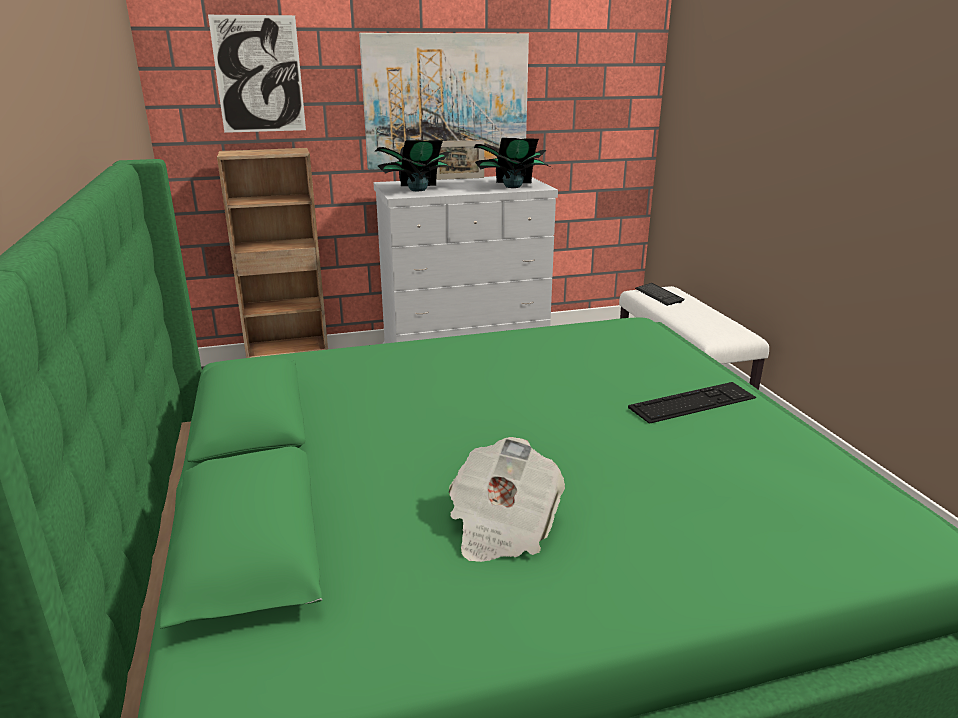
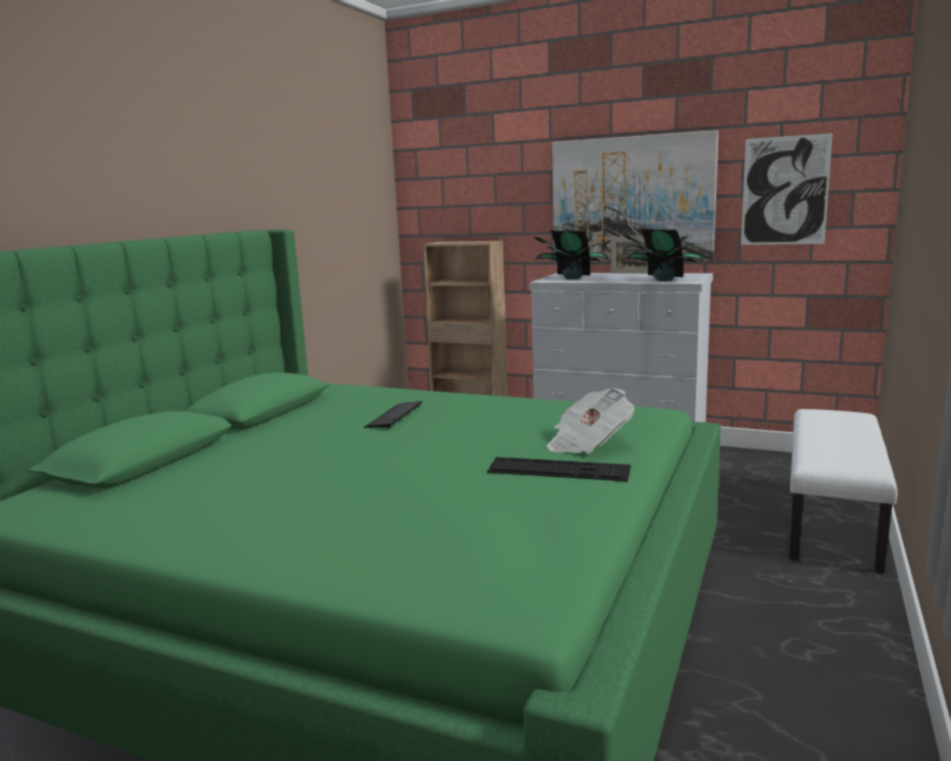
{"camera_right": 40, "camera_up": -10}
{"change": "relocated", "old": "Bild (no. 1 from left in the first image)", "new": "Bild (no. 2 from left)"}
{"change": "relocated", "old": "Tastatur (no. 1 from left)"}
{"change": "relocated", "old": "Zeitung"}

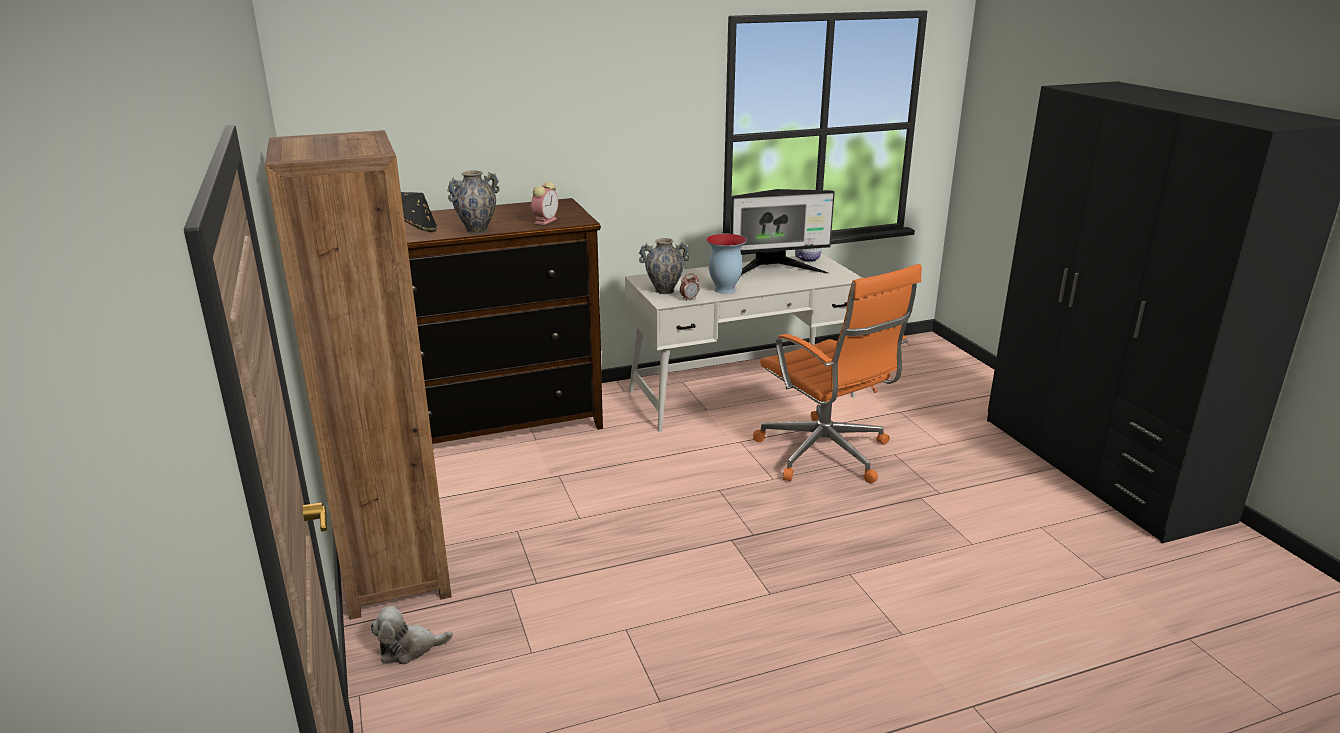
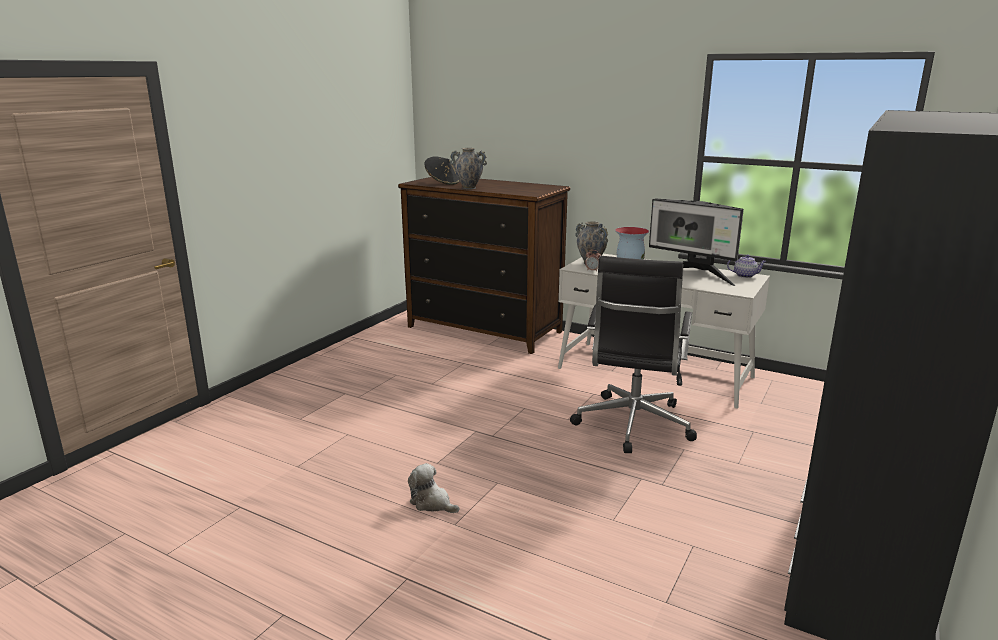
{"camera_right": 50, "camera_up": -5}
{"change": "missing", "old": "Bücherregal (braun)"}
{"change": "missing", "old": "Wecker (no. 1 from left)"}
{"change": "colour", "old": "Bürostuhl (orange)", "new": "Bürostuhl (schwarz)"}
{"change": "relocated", "old": "Plüschtier"}

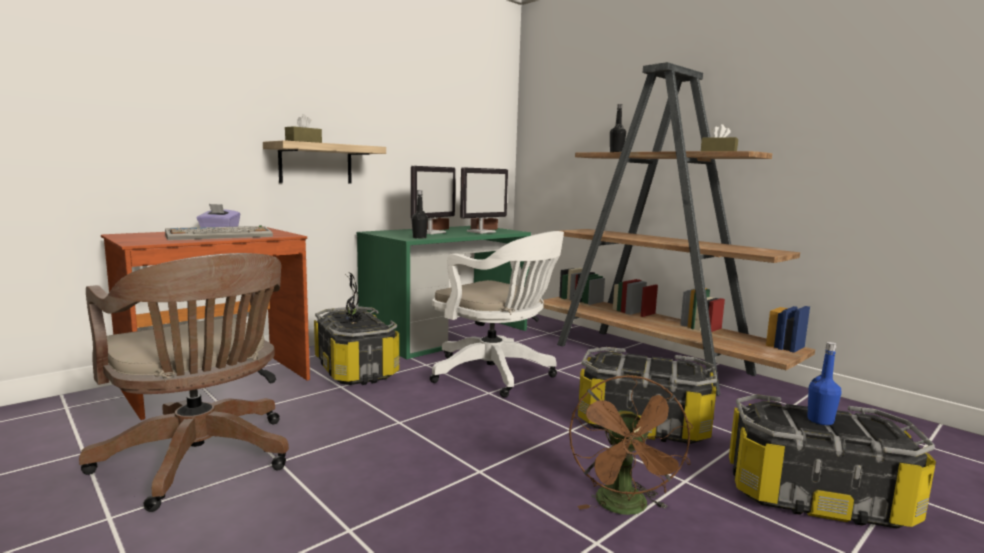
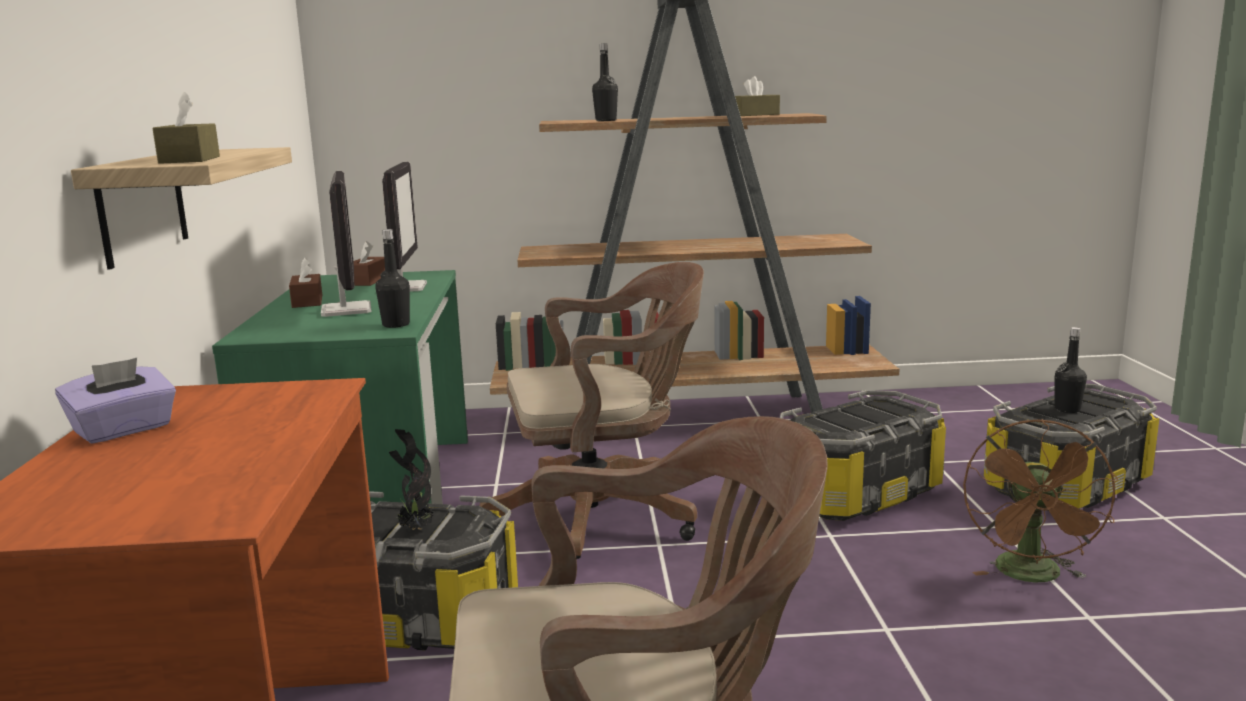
{"camera_right": -50, "camera_up": 5}
{"change": "missing", "old": "Tastatur"}
{"change": "colour", "old": "Bürostuhl (weiß)", "new": "Bürostuhl (braun) (no. 1 from left)"}
{"change": "colour", "old": "Flasche (blau)", "new": "Flasche (schwarz) (no. 3 from left)"}
{"change": "spun", "old": "Ventilator (braun)", "degrees": 60}

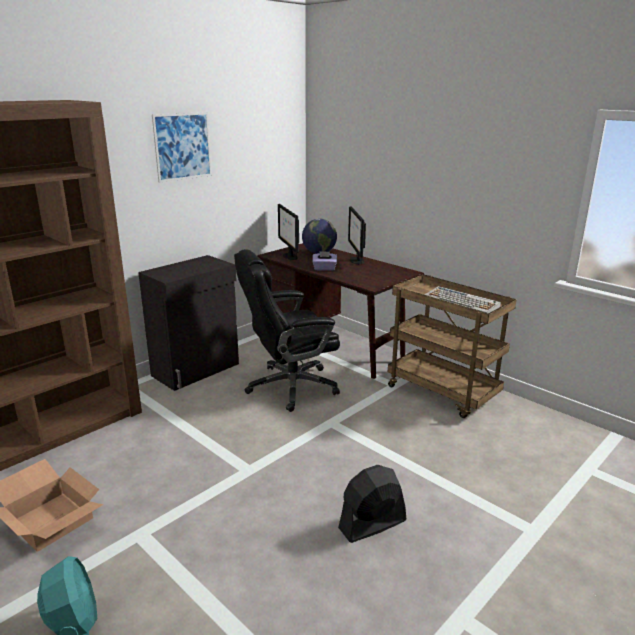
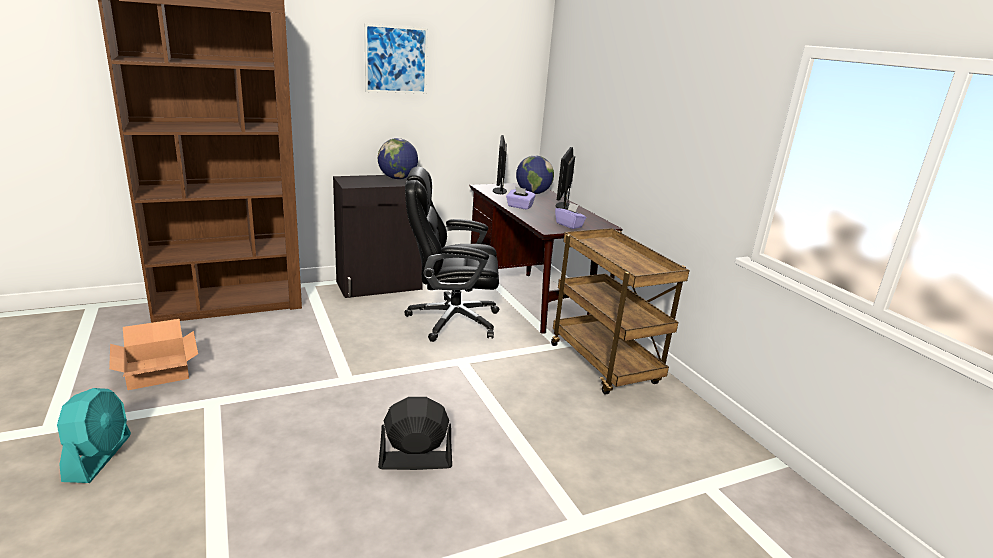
{"camera_right": 20, "camera_up": 0}
{"change": "missing", "old": "Tastatur"}
{"change": "appeared", "new": "Globus (no. 1 from left)"}
{"change": "appeared", "new": "Taschentuchbox (lila) (no. 2 from left)"}

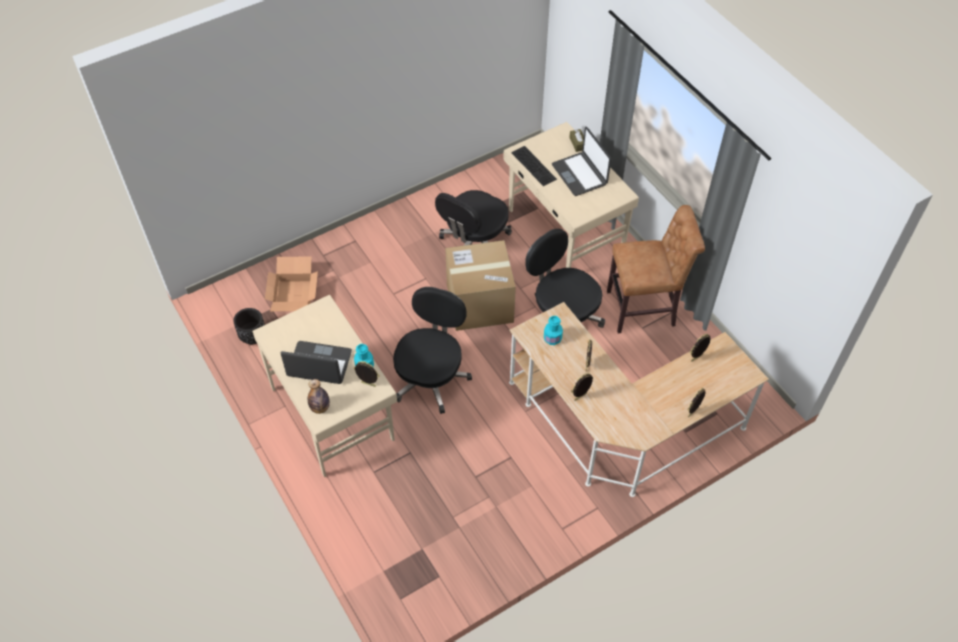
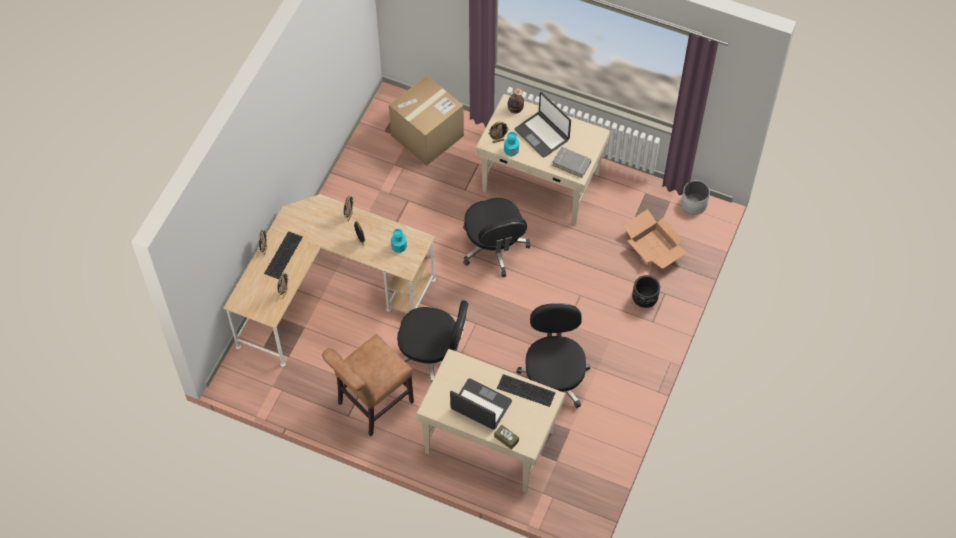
{"camera_right": 145, "camera_up": 5}
{"change": "relocated", "old": "Karton (no. 2 from left in the first image)", "new": "Karton (no. 1 from left)"}
{"change": "relocated", "old": "Pflanzkübel (schwarz)"}
{"change": "spun", "old": "Laptop (no. 1 from left in the first image)", "degrees": 75}
{"change": "appeared", "new": "Buch (grau)"}
{"change": "appeared", "new": "Pflanzkübel (weiß)"}
{"change": "appeared", "new": "Tastatur (no. 1 from left)"}

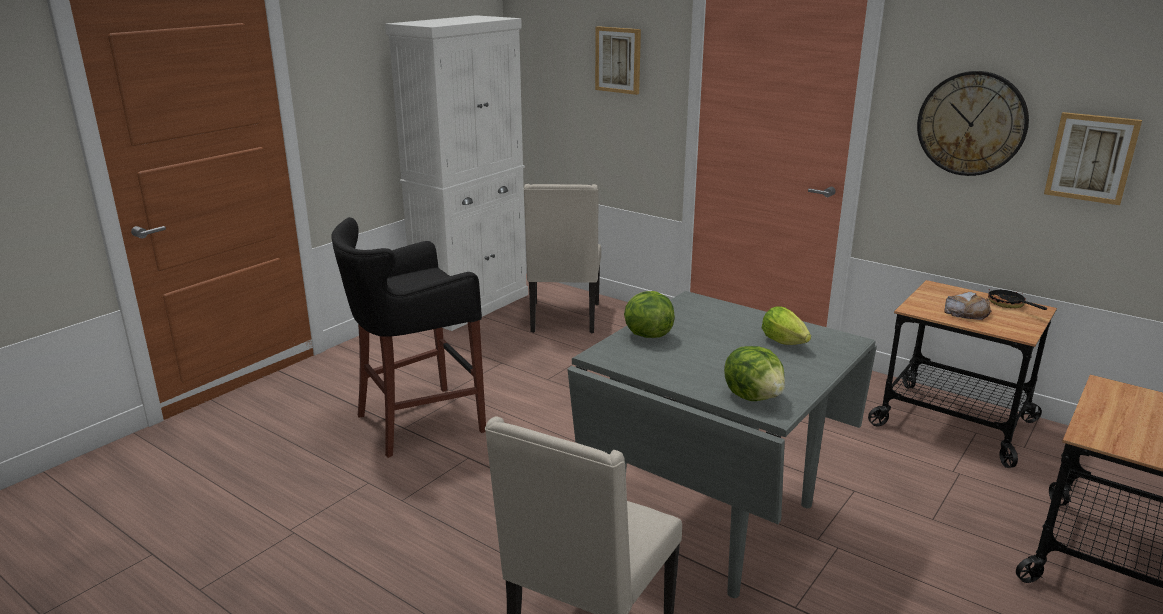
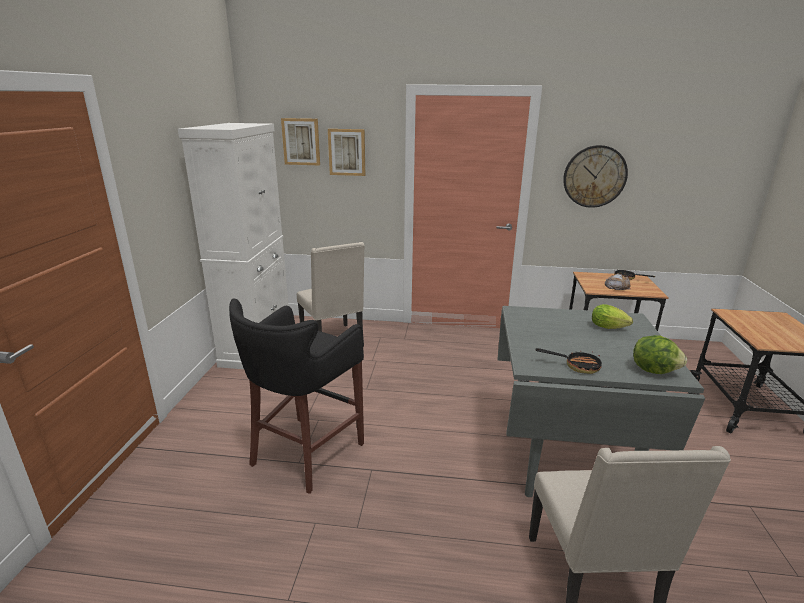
{"camera_right": -30, "camera_up": 0}
{"change": "relocated", "old": "Bild (no. 2 from left in the first image)", "new": "Bild (no. 1 from left)"}
{"change": "missing", "old": "Salatkopf (no. 1 from left)"}
{"change": "appeared", "new": "Pfanne (no. 1 from left)"}

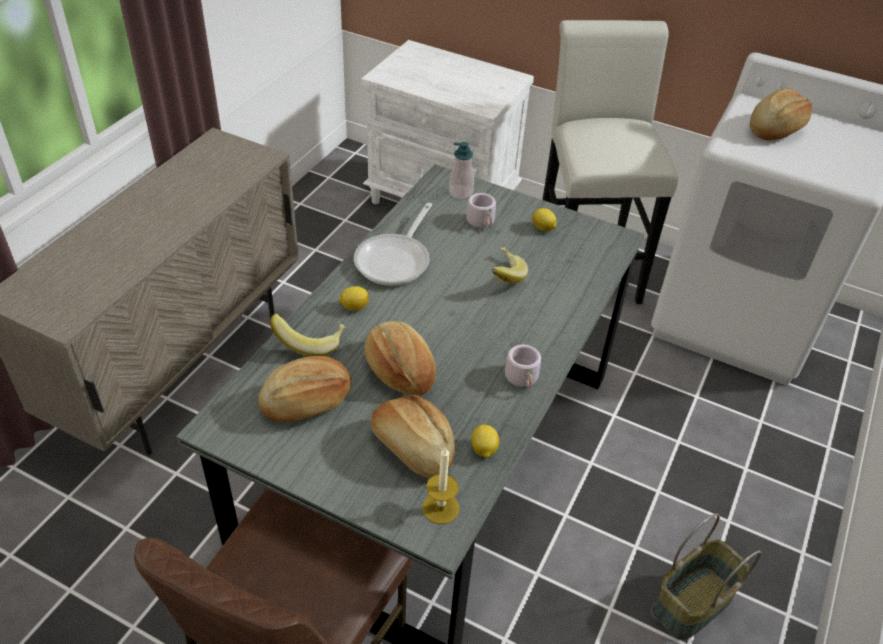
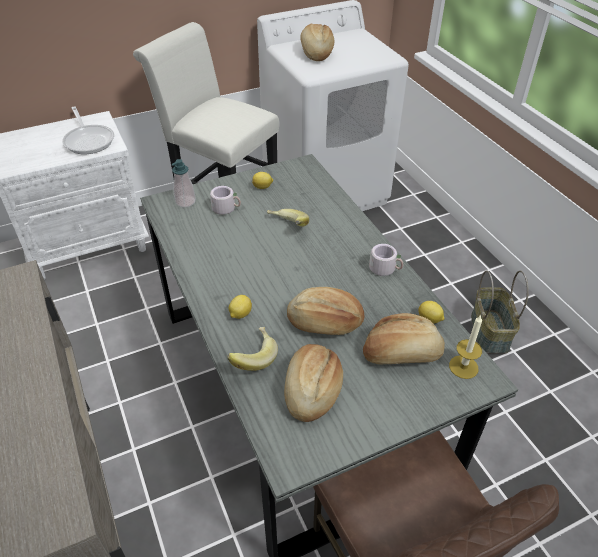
{"camera_right": -50, "camera_up": 0}
{"change": "relocated", "old": "Pfanne"}

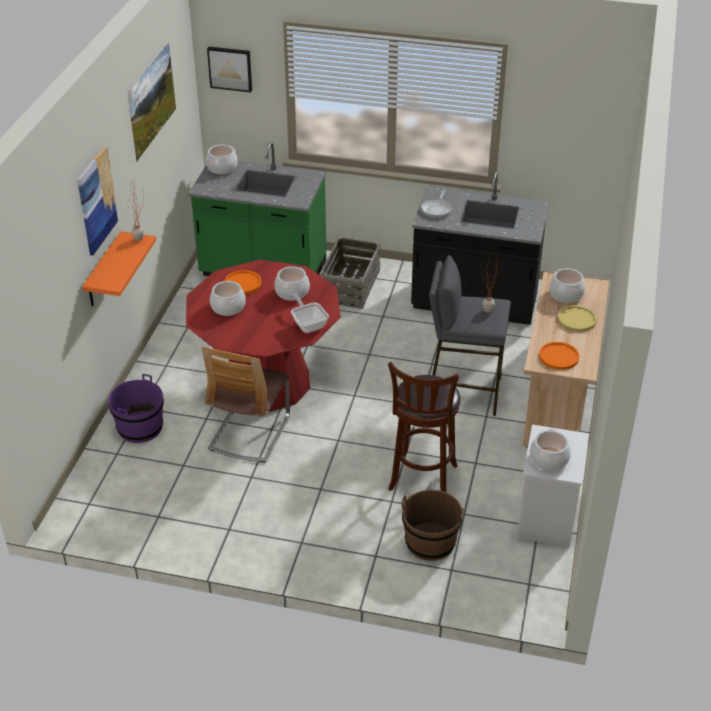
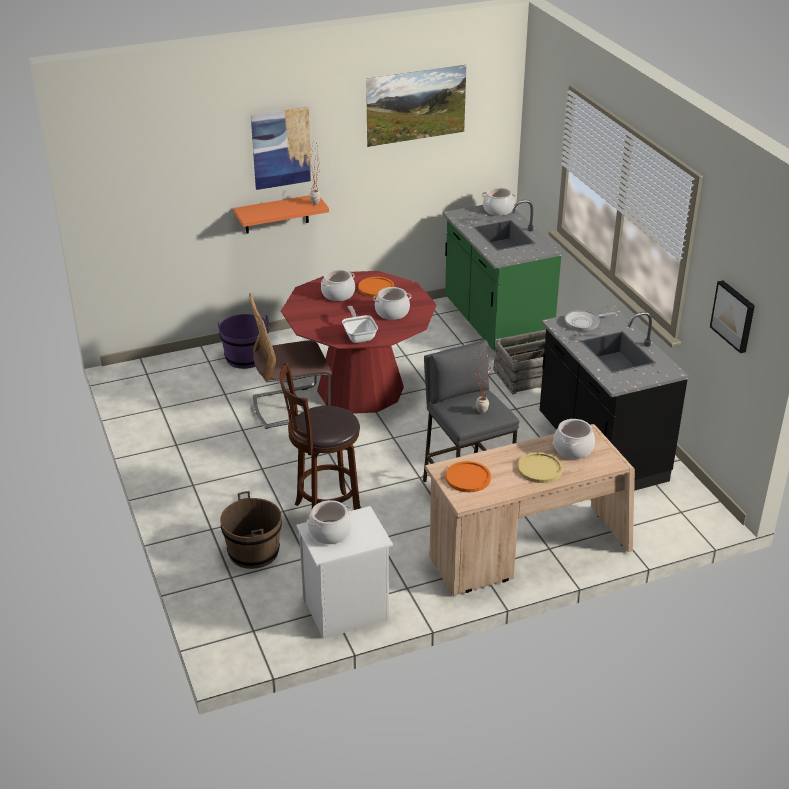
{"camera_right": 55, "camera_up": -5}
{"change": "relocated", "old": "Bild (no. 3 from left)"}
{"change": "spun", "old": "Pfanne (no. 1 from left)", "degrees": -45}

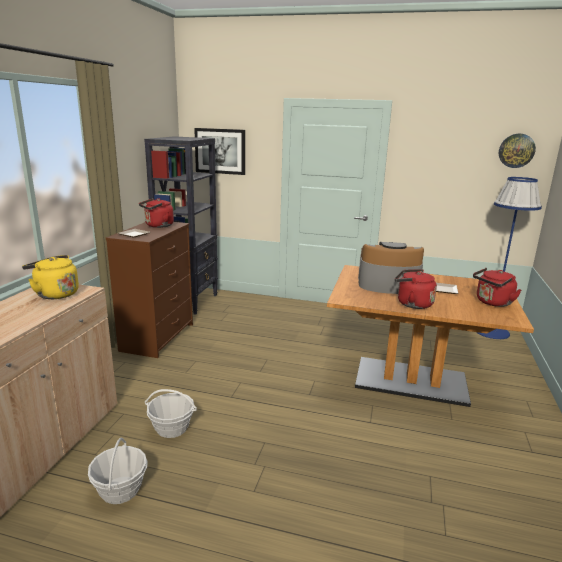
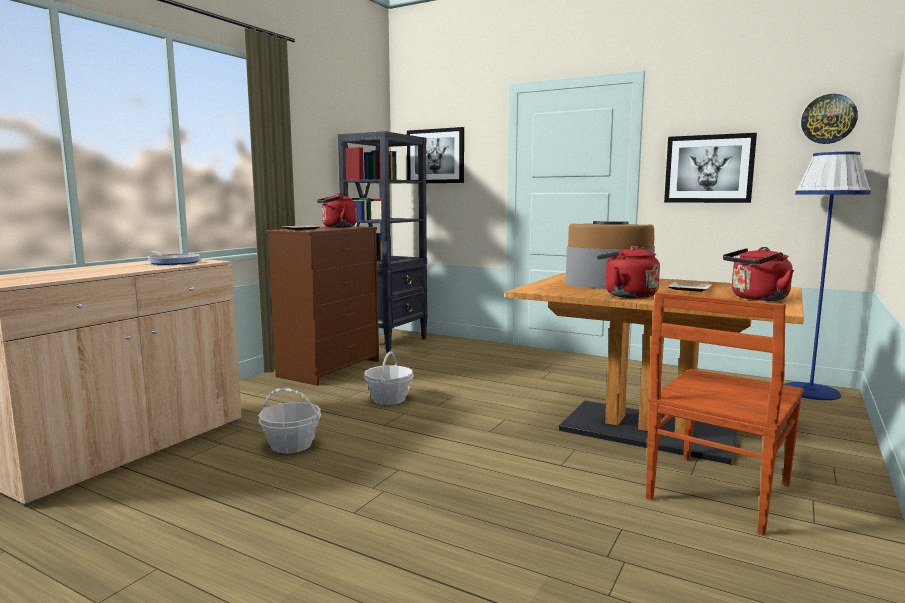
{"camera_right": 15, "camera_up": -10}
{"change": "exchanged", "old": "Wasserkessel (gelb)", "new": "Pfanne"}
{"change": "relocated", "old": "Korb (no. 1 from left in the first image)", "new": "Korb (no. 2 from left)"}
{"change": "appeared", "new": "Bild (no. 2 from left)"}
{"change": "appeared", "new": "Stuhl (braun)"}

